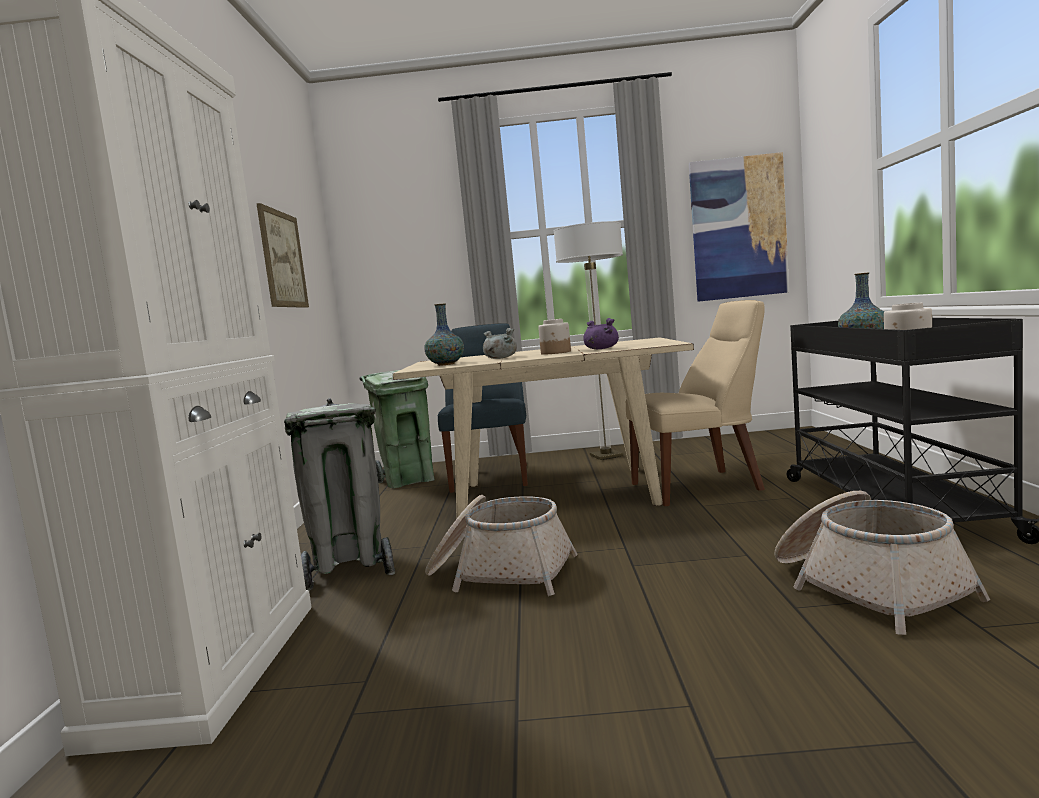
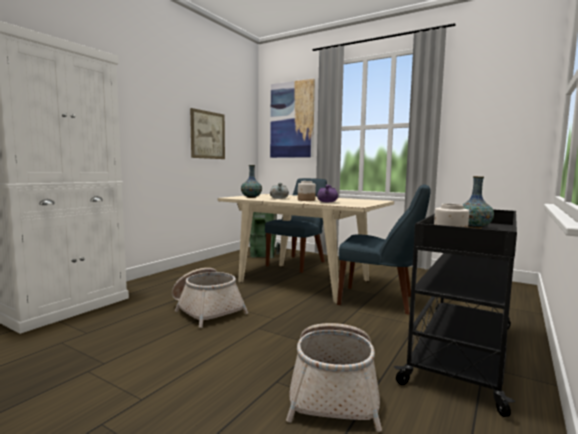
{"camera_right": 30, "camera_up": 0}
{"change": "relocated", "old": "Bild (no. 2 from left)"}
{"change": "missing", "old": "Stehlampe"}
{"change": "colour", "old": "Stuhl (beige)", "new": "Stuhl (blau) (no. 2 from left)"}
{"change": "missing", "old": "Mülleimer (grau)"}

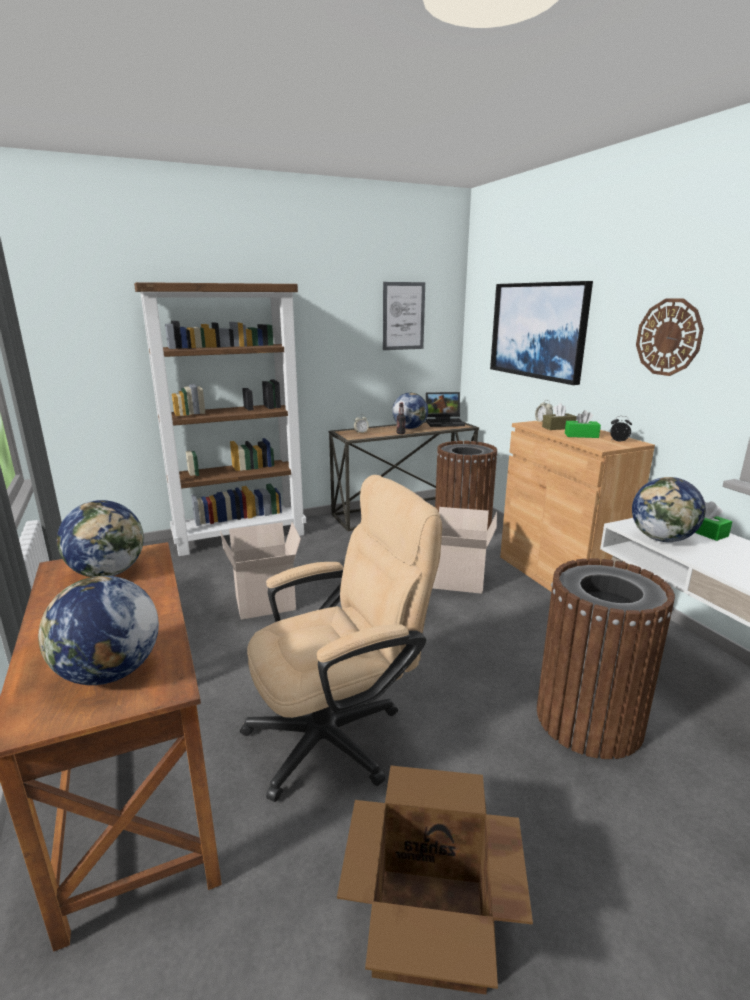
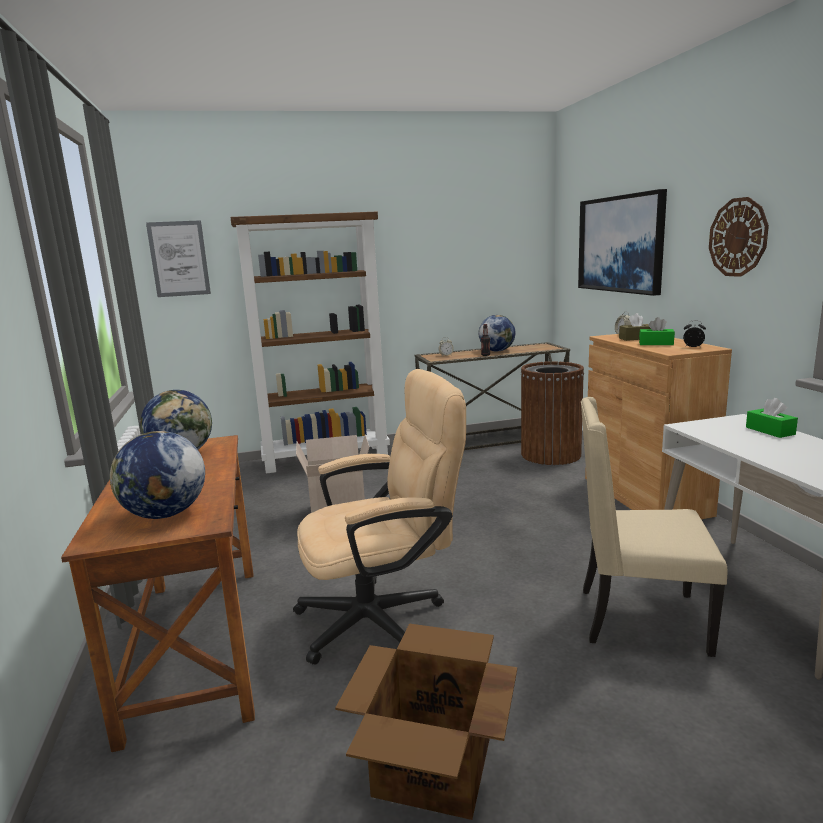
{"camera_right": 10, "camera_up": -5}
{"change": "relocated", "old": "Bild (no. 1 from left)"}
{"change": "missing", "old": "Laptop"}
{"change": "missing", "old": "Globus (no. 4 from left)"}
{"change": "missing", "old": "Karton (no. 3 from left)"}
{"change": "exchanged", "old": "Mülleimer (braun) (no. 2 from left)", "new": "Stuhl (beige)"}

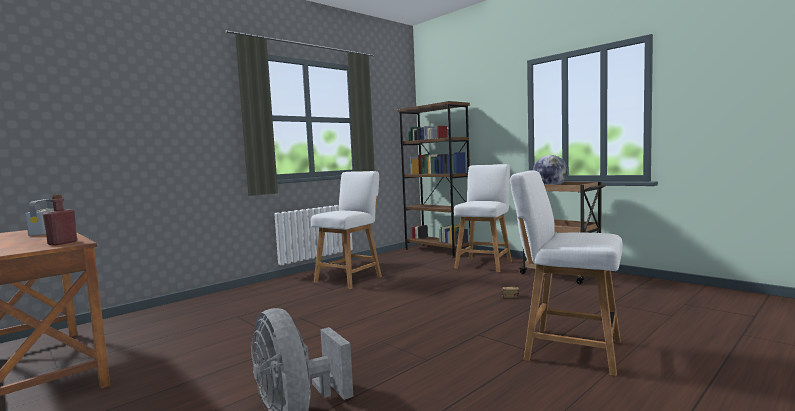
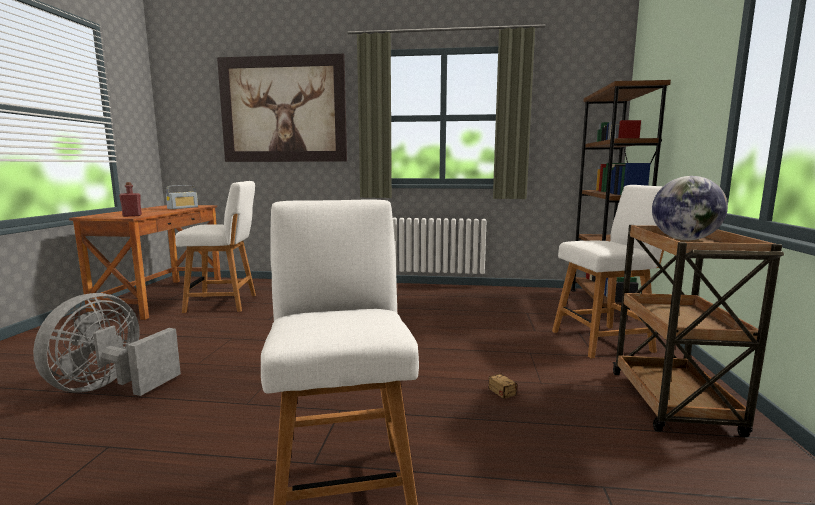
{"camera_right": 50, "camera_up": 5}
{"change": "relocated", "old": "Stuhl (weiß) (no. 1 from left)"}
{"change": "appeared", "new": "Bild"}

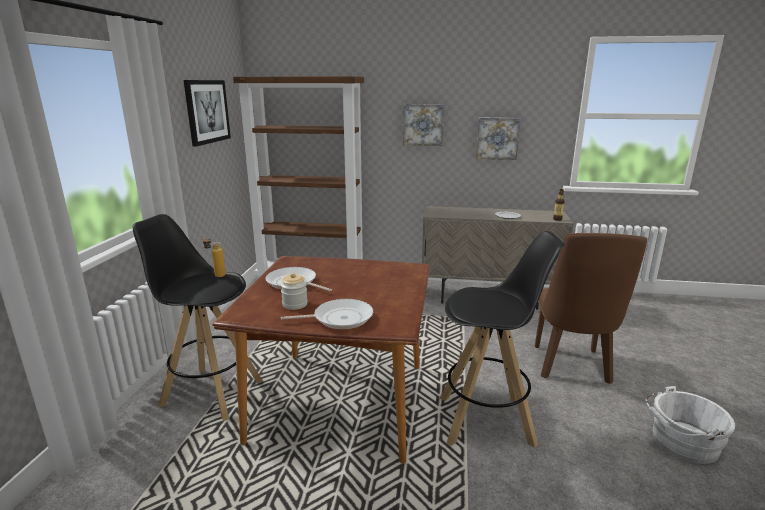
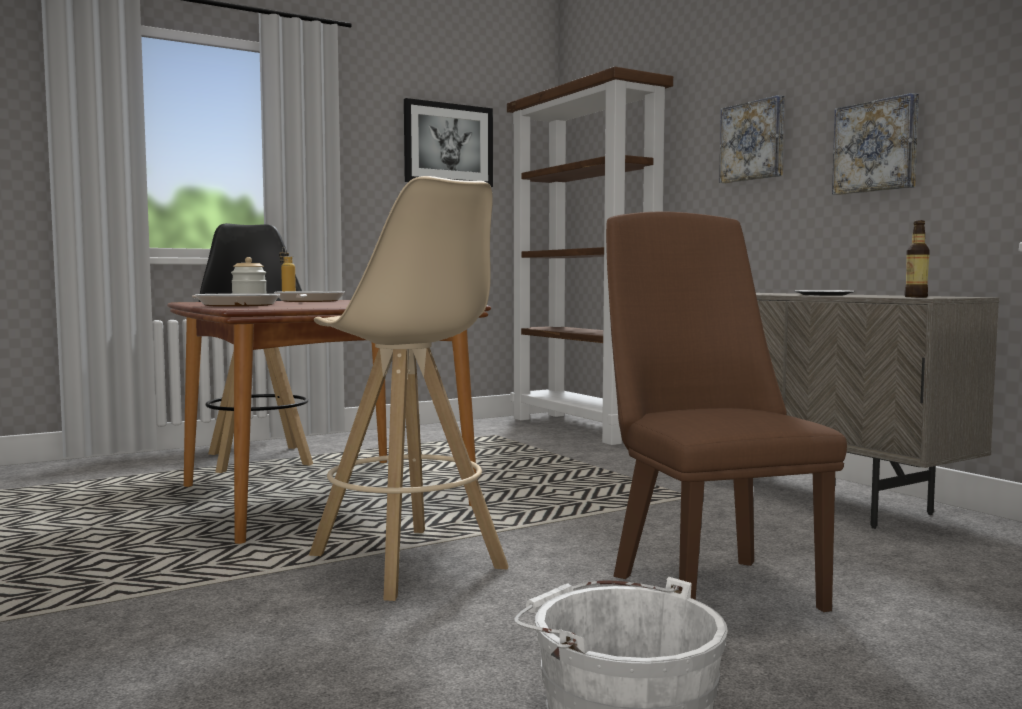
{"camera_right": 50, "camera_up": -15}
{"change": "colour", "old": "Hocker (schwarz) (no. 2 from left)", "new": "Hocker (beige)"}
{"change": "spun", "old": "Stuhl (braun)", "degrees": 105}

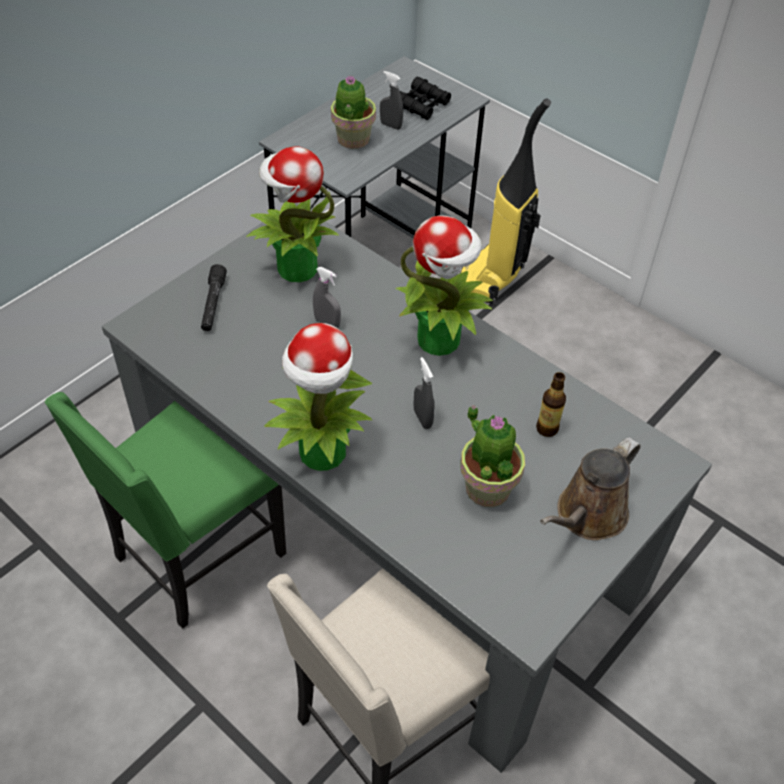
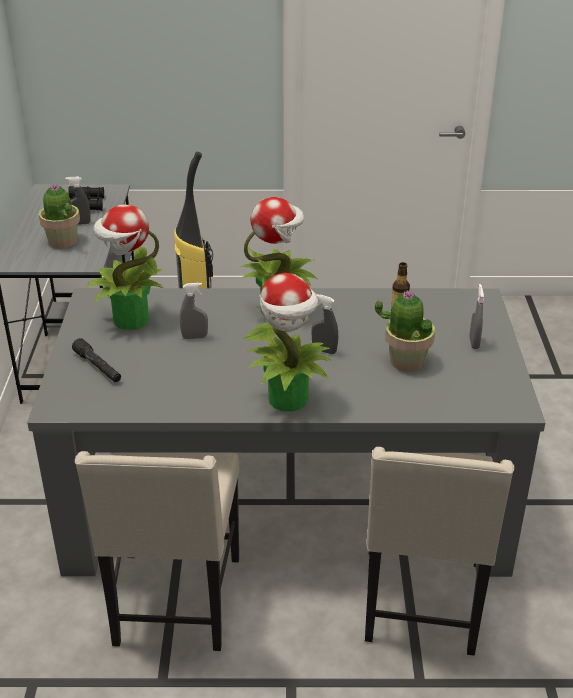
{"camera_right": -40, "camera_up": -15}
{"change": "colour", "old": "Stuhl (grün)", "new": "Stuhl (beige) (no. 1 from left)"}
{"change": "exchanged", "old": "Gießkanne (braun)", "new": "Sprühflasche (grau) (no. 4 from left)"}

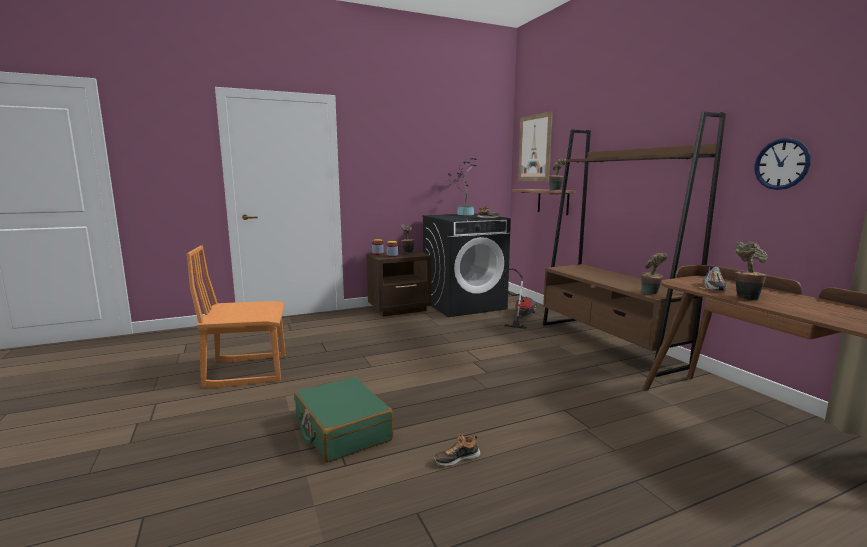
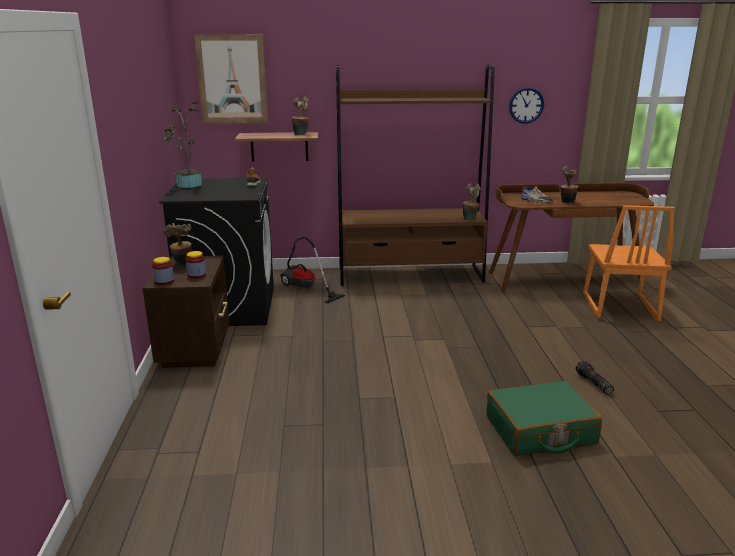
{"camera_right": -70, "camera_up": 10}
{"change": "relocated", "old": "Stuhl (orange)"}
{"change": "exchanged", "old": "Schuh (no. 1 from left)", "new": "Taschenlampe"}

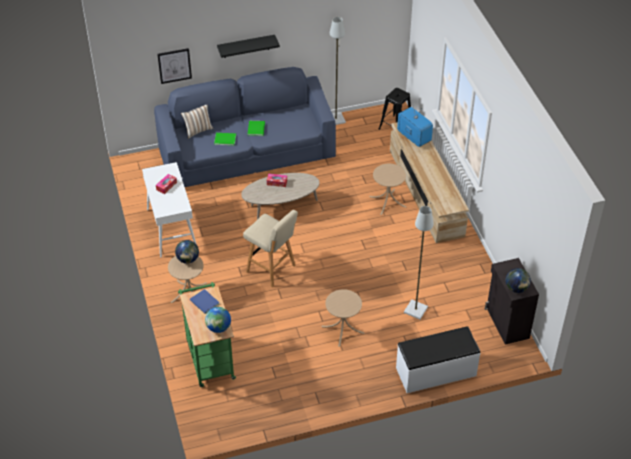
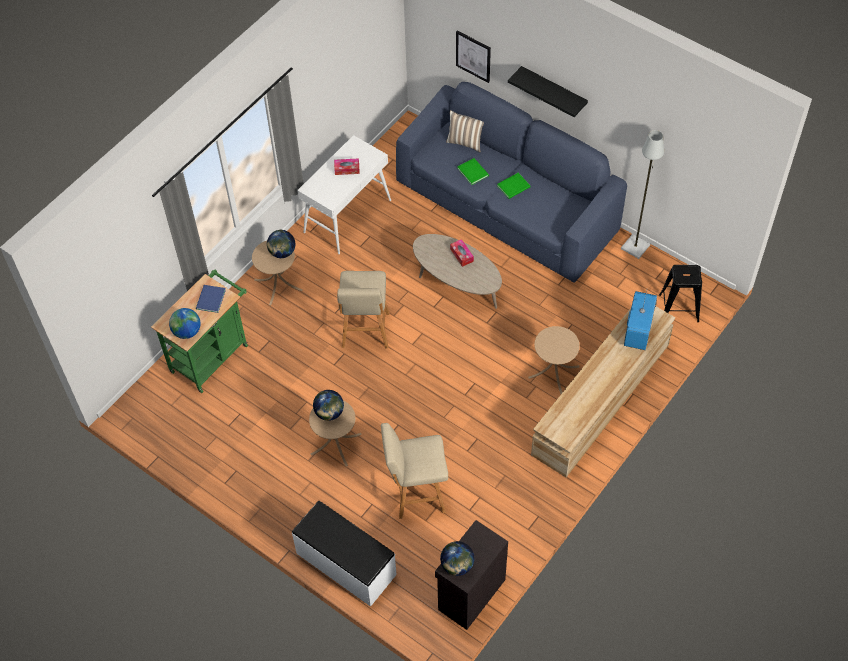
{"camera_right": 55, "camera_up": 10}
{"change": "exchanged", "old": "Stehlampe (grau) (no. 2 from left)", "new": "Hocker (beige) (no. 2 from left)"}
{"change": "appeared", "new": "Globus (no. 3 from left)"}

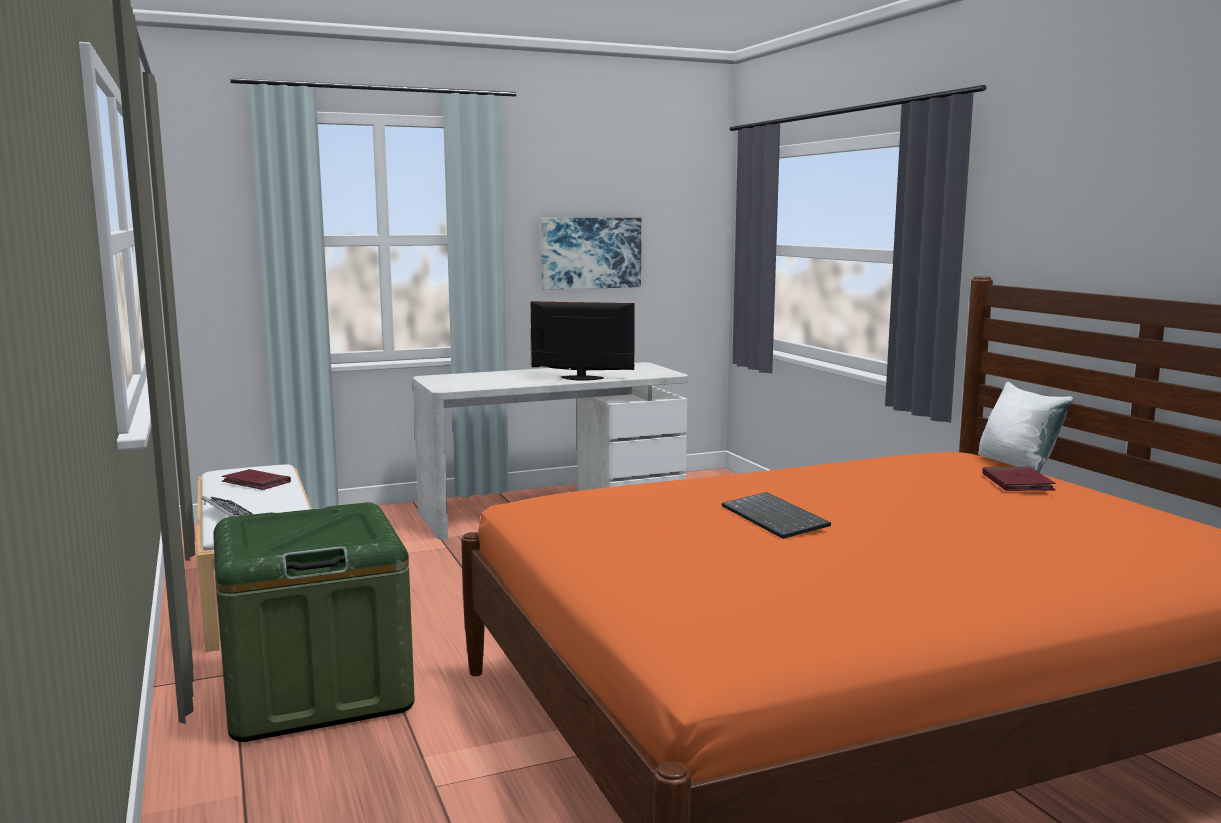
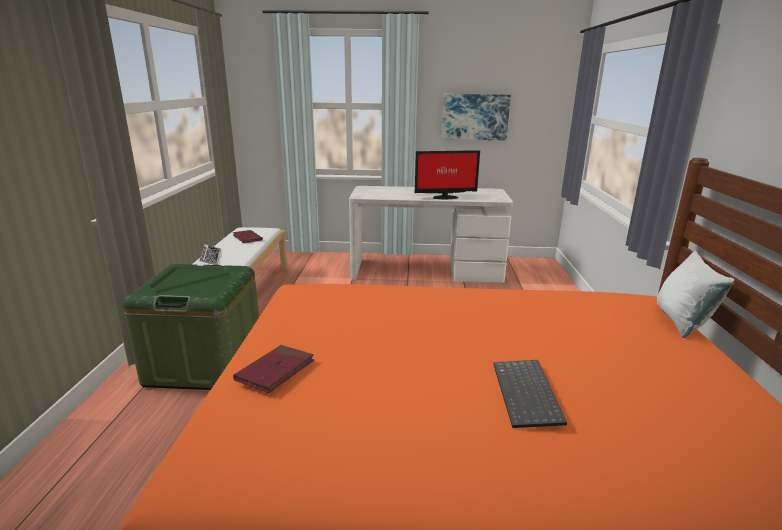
{"camera_right": 25, "camera_up": 10}
{"change": "spun", "old": "Monitor", "degrees": 135}
{"change": "relocated", "old": "Buch (rot) (no. 2 from left)"}
{"change": "relocated", "old": "Tastatur (no. 2 from left)"}

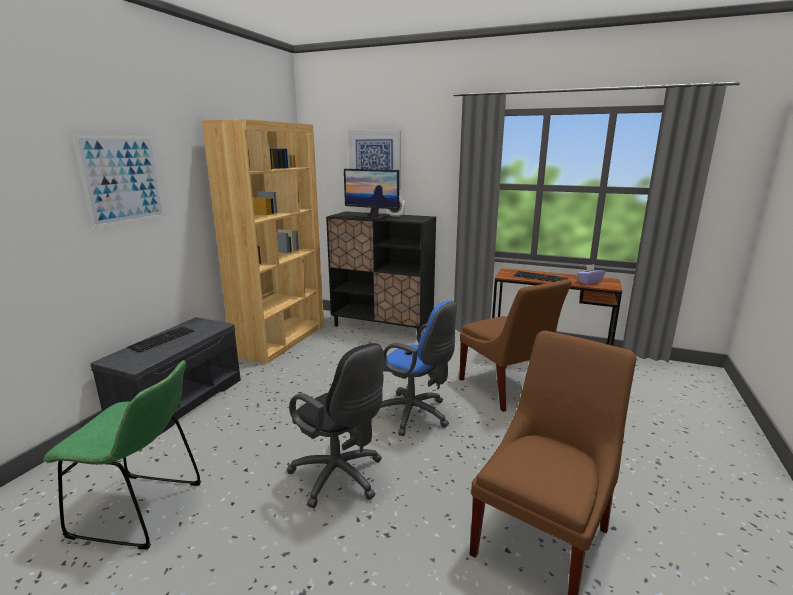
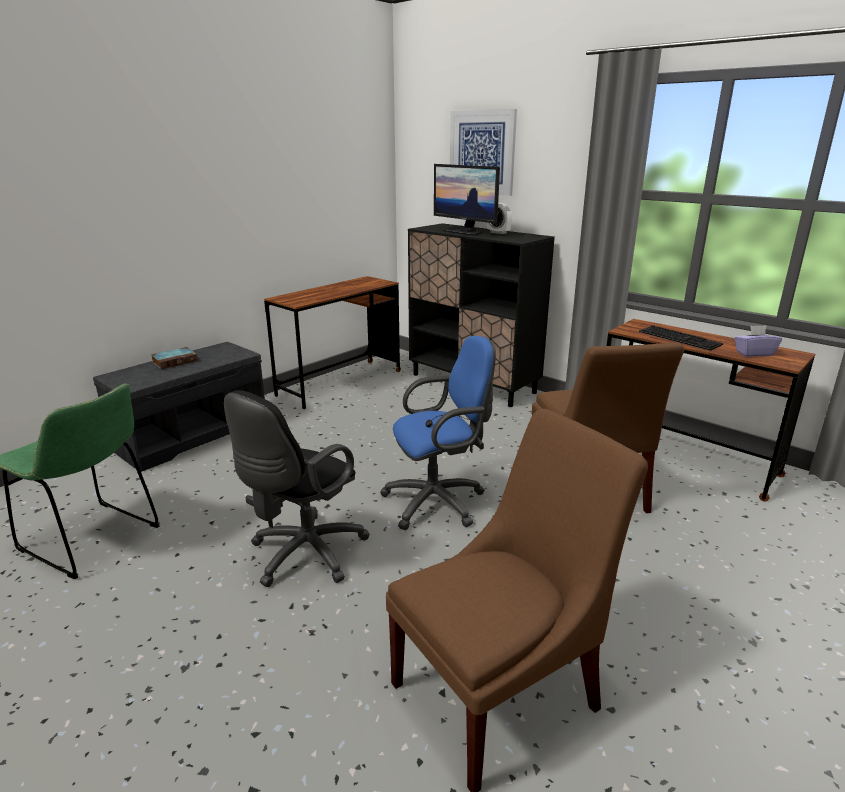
{"camera_right": 20, "camera_up": 5}
{"change": "exchanged", "old": "Bücherregal (braun)", "new": "Schreibtisch (braun) (no. 1 from left)"}
{"change": "missing", "old": "Bild (no. 1 from left)"}
{"change": "spun", "old": "Bürostuhl (blau)", "degrees": -75}
{"change": "exchanged", "old": "Tastatur (no. 1 from left)", "new": "Buch"}
{"change": "spun", "old": "Bürostuhl (schwarz)", "degrees": 60}

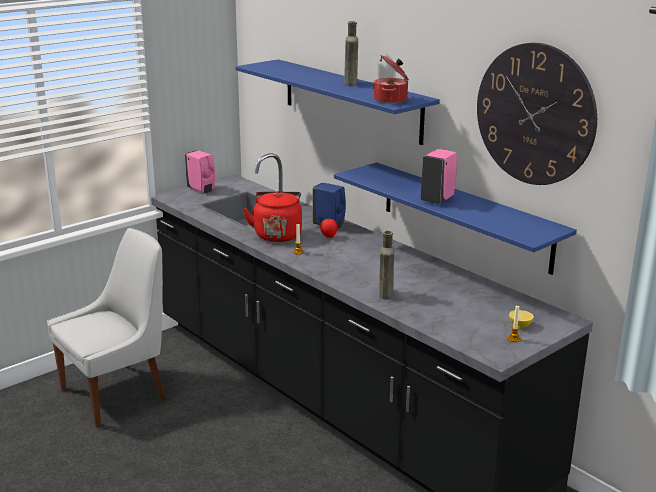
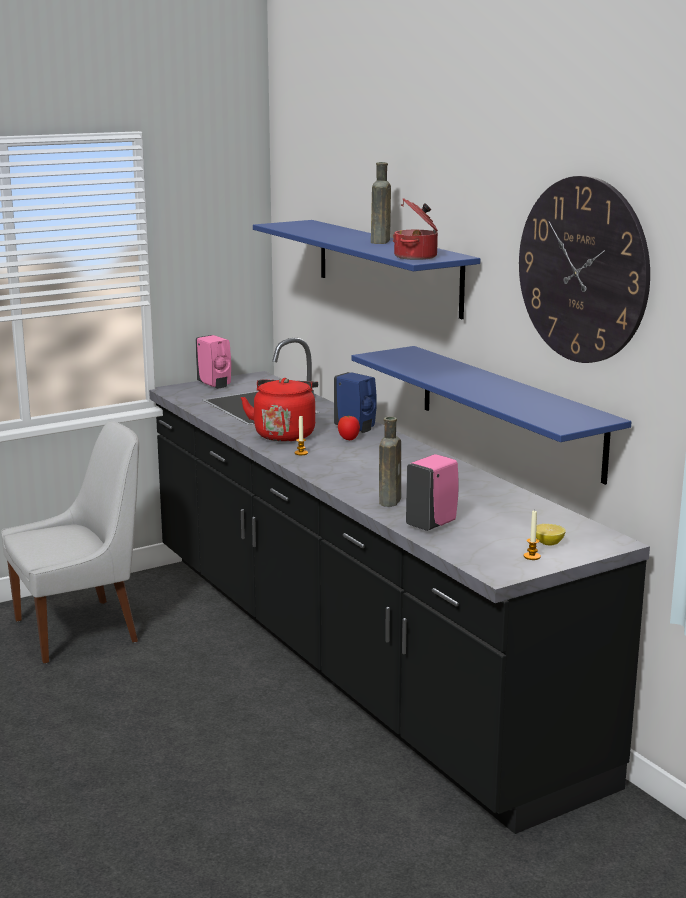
{"camera_right": 10, "camera_up": -5}
{"change": "relocated", "old": "Seifenspender (rosa) (no. 2 from left)"}

